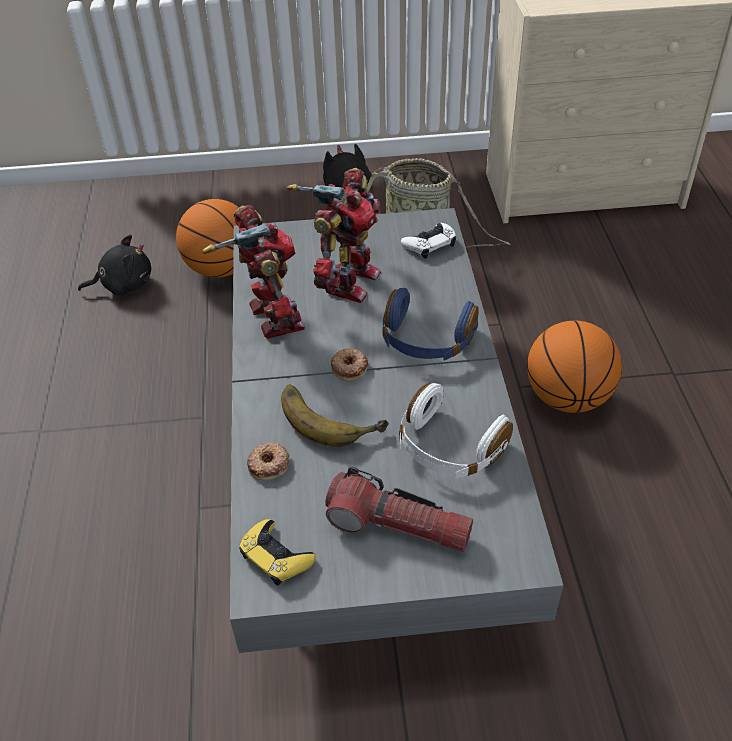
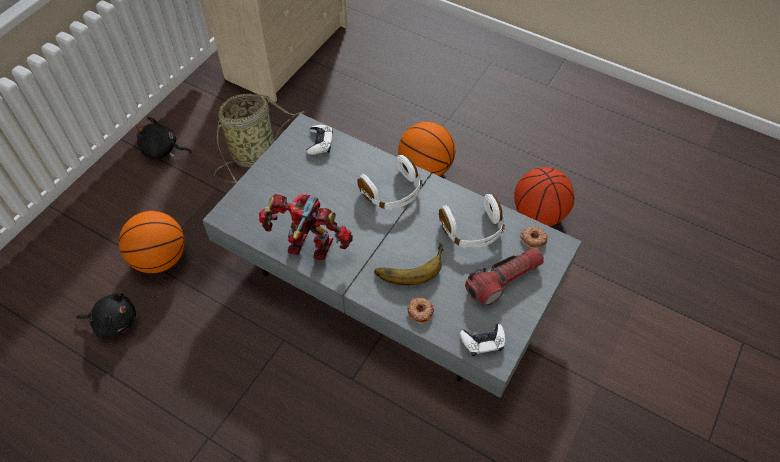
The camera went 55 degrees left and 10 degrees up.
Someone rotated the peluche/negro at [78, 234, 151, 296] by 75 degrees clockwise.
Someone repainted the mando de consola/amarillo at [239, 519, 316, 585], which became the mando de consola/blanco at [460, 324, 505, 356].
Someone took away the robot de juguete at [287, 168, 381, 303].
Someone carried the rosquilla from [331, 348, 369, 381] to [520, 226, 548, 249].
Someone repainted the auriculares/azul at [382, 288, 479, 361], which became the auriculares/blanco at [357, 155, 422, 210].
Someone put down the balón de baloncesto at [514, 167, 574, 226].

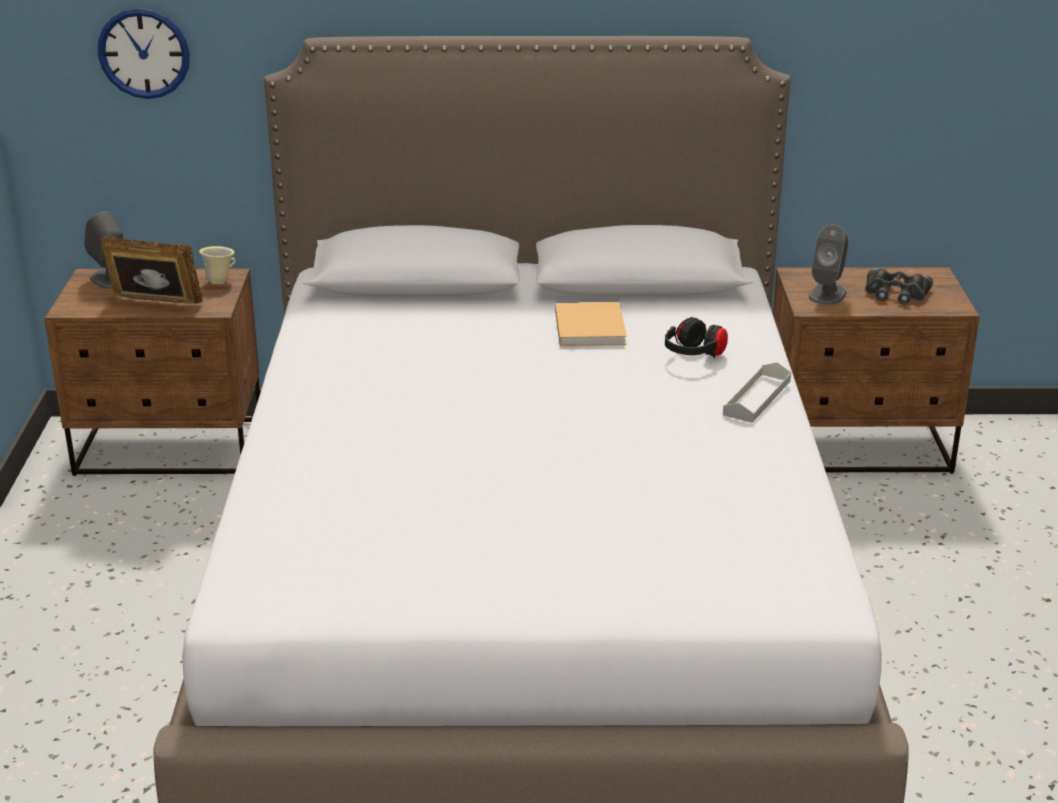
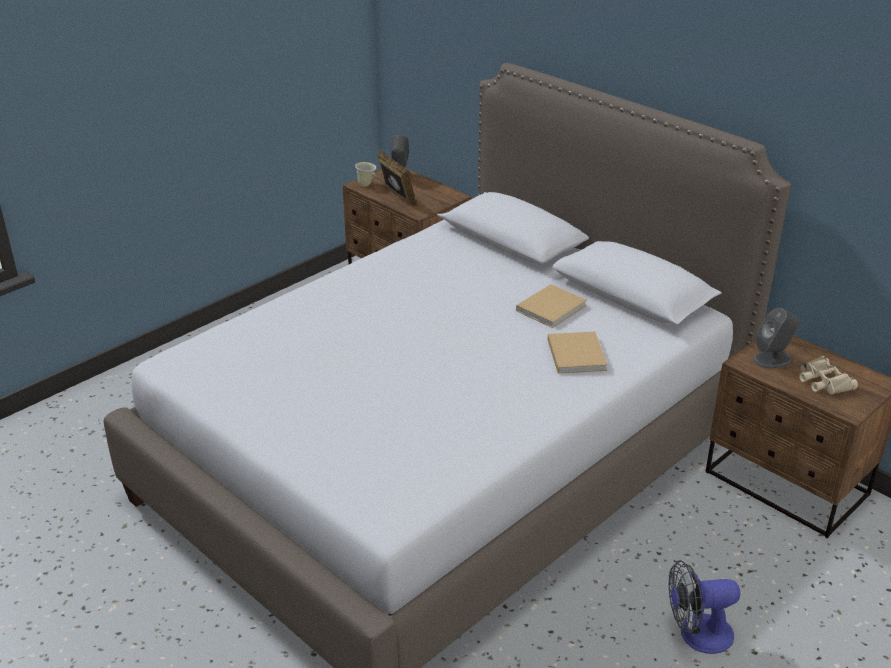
The camera went 45 degrees right and 5 degrees up.
Someone took away the reloj de pared at [98, 8, 190, 99].
Someone carried the taza grande/beis from [199, 246, 236, 284] to [355, 162, 376, 186].
Someone swapped the auriculares/negro at [665, 317, 728, 358] for the libro/beis at [548, 332, 608, 373].
Someone took away the bandeja/gris at [723, 362, 791, 423].
Someone repainted the prismáticos/negro at [865, 268, 933, 305], which became the prismáticos/beis at [799, 356, 858, 395].
Someone put down the ventilador at [669, 560, 740, 654].

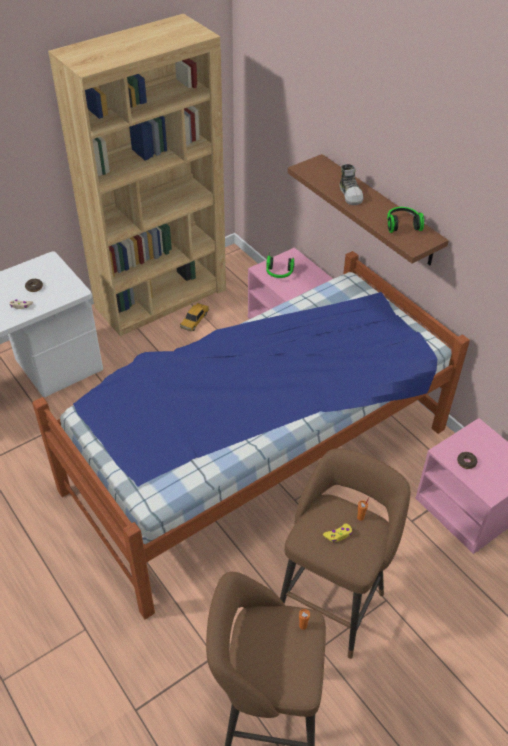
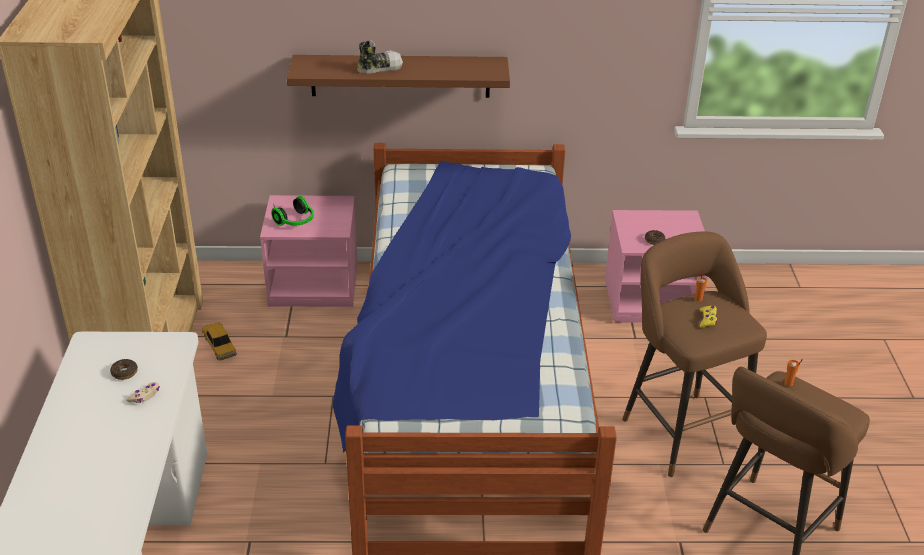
The camera went 55 degrees left and 10 degrees down.
Someone rotated the zapato at [339, 164, 364, 205] by 45 degrees counterclockwise.
Someone took away the auriculares at [387, 207, 424, 233].

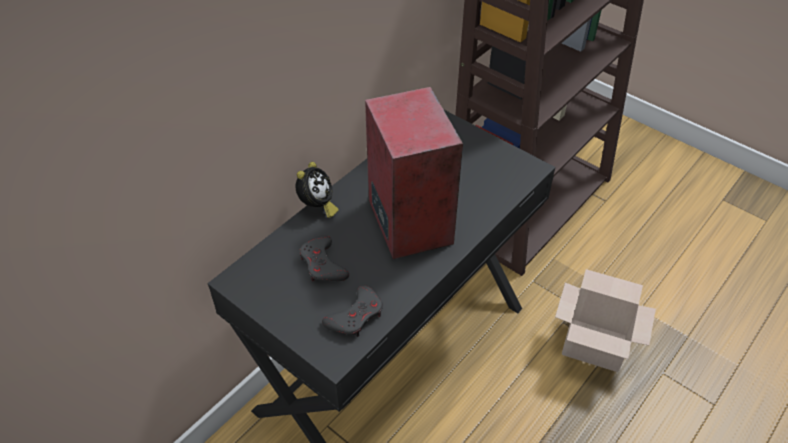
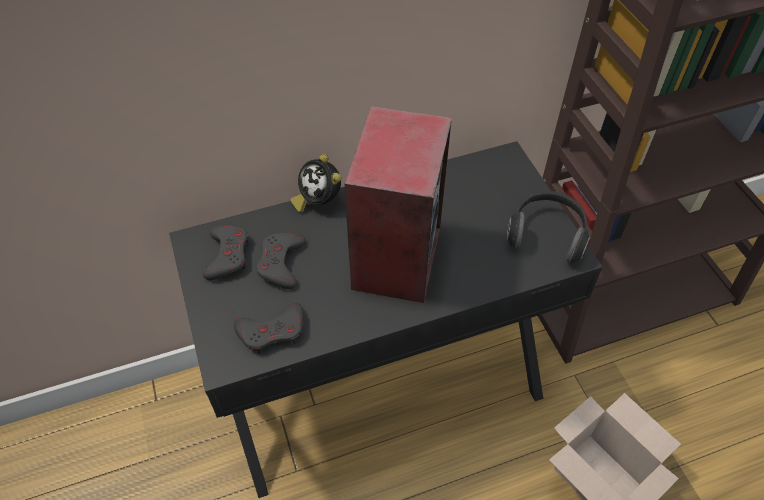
The camera went 30 degrees right and 5 degrees up.
Someone rotated the despertador at [296, 162, 339, 218] by 90 degrees clockwise.
Someone put down the mando de consola/gris at [203, 224, 249, 280].
Someone put down the auriculares at [507, 191, 590, 264].

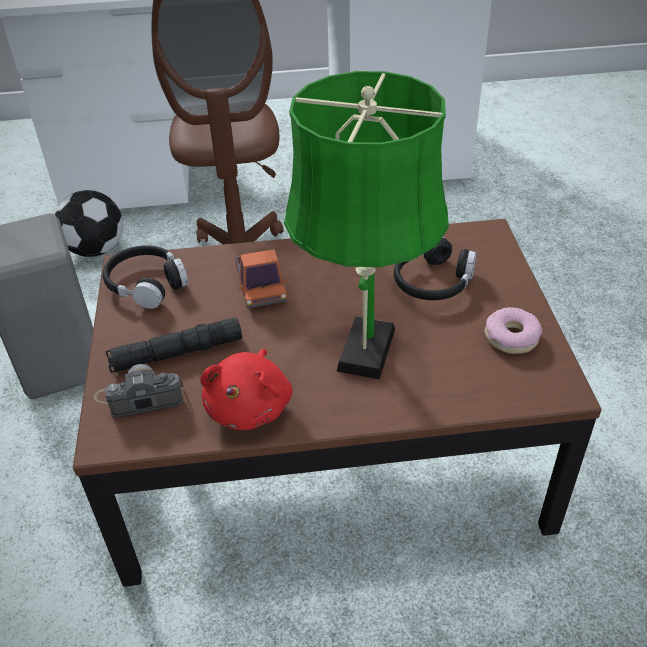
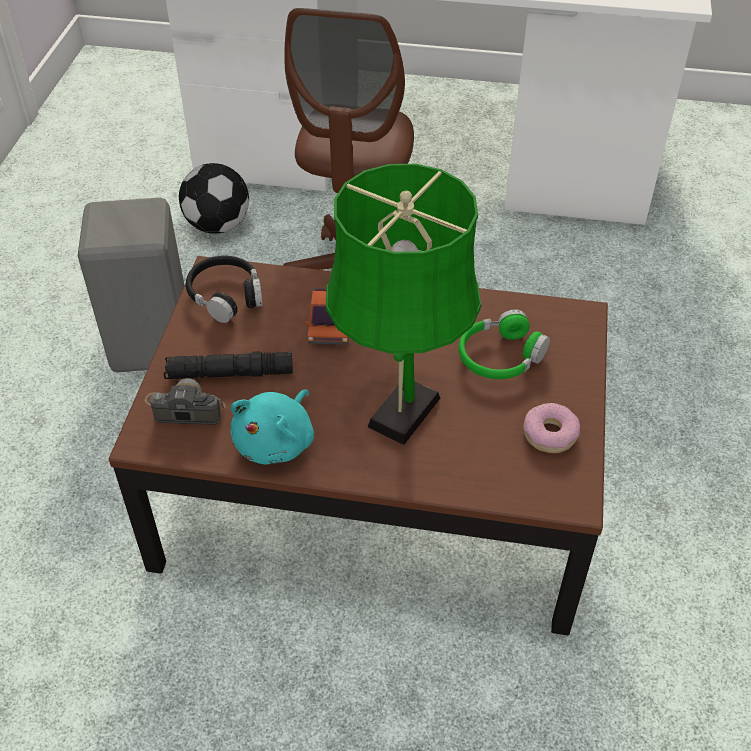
The camera went 15 degrees right and 5 degrees up.
Someone repainted the peluche/rojo at [200, 349, 293, 430], which became the peluche/turquesa at [230, 389, 314, 464].
Someone repainted the auriculares/negro at [394, 236, 477, 300], which became the auriculares/verde at [458, 309, 550, 379].

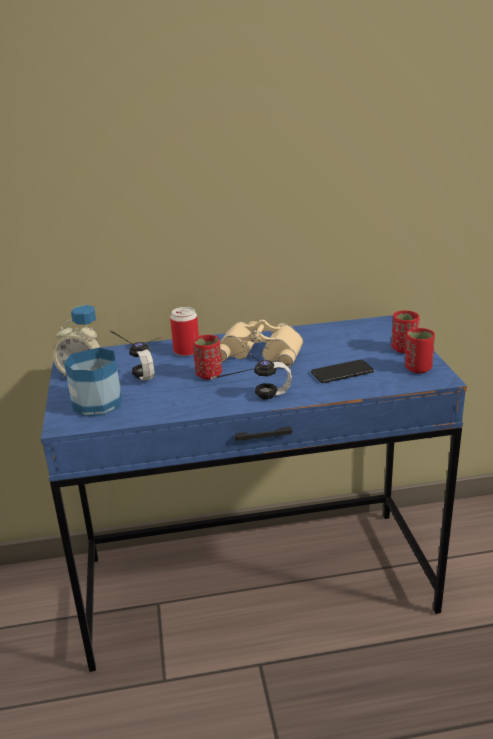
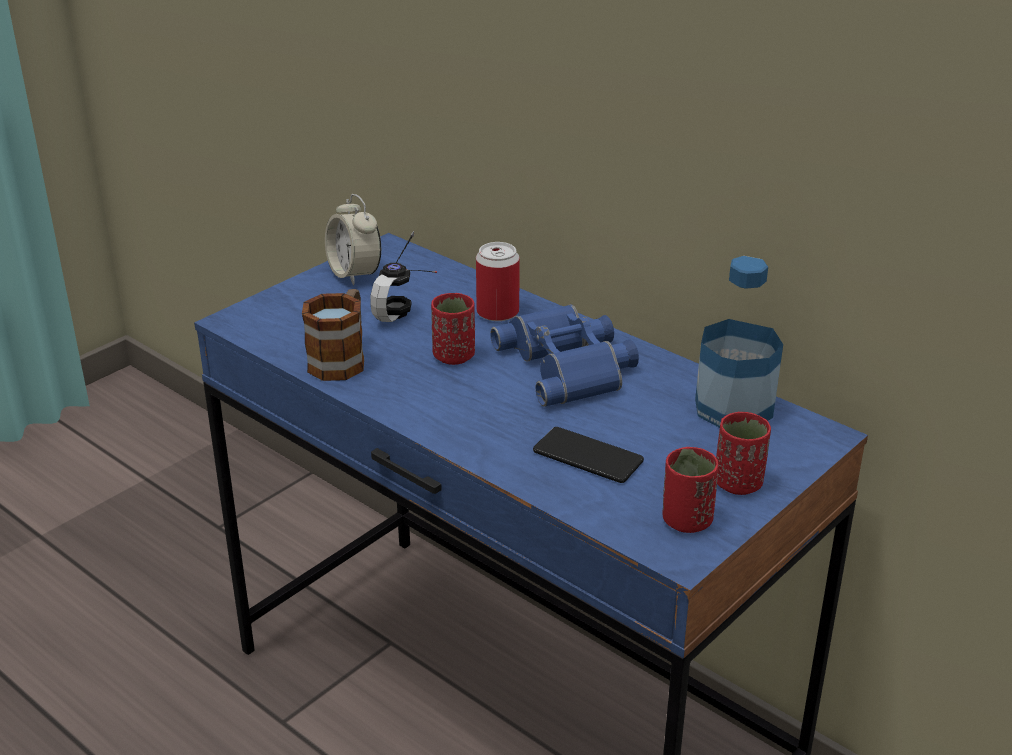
The camera went 50 degrees right and 5 degrees up.
Someone carried the botella from [64, 305, 122, 417] to [695, 256, 783, 428].
Someone took away the auriculares at [211, 354, 292, 400].
Someone repainted the prismáticos/beis at [220, 319, 303, 368], which became the prismáticos/azul at [491, 304, 639, 407].
Someone put down the taza grande at [302, 289, 364, 381].

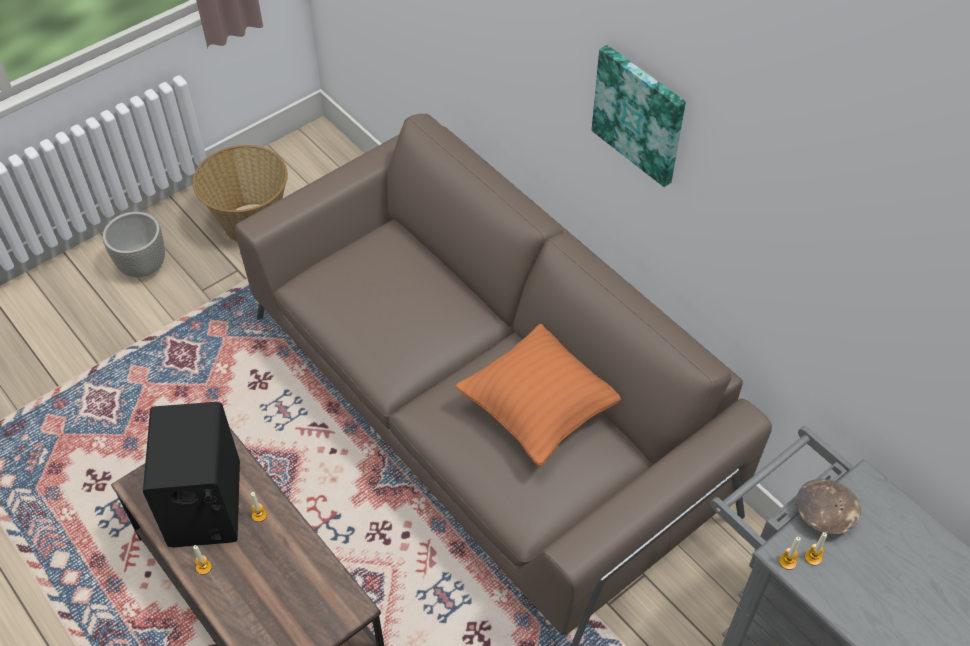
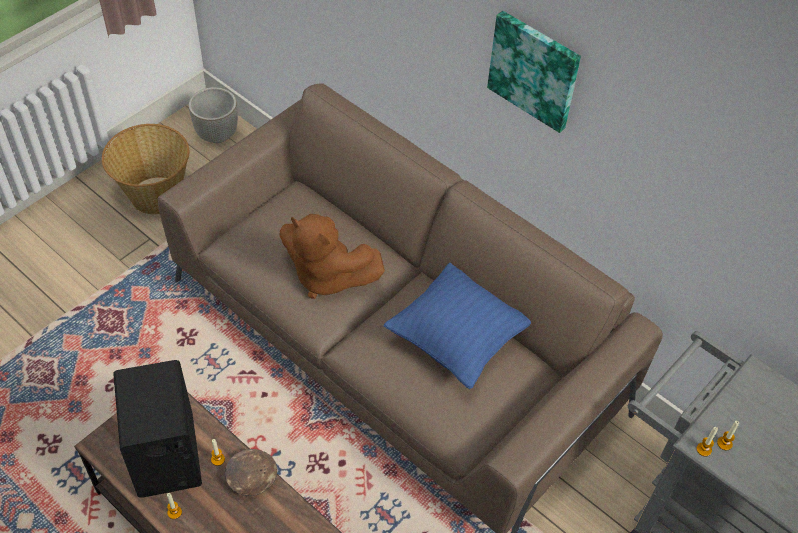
The camera went 10 degrees left and 0 degrees up.
Someone carried the maceta/gris from [103, 212, 165, 277] to [189, 87, 238, 143].
Someone repainted the cojín/naranja at [455, 324, 621, 466], which became the cojín/azul at [383, 263, 531, 389].
Someone carried the cuenco/marrón from [796, 479, 861, 535] to [225, 449, 277, 496].
Someone put down the peluche/marrón at [279, 214, 385, 299].

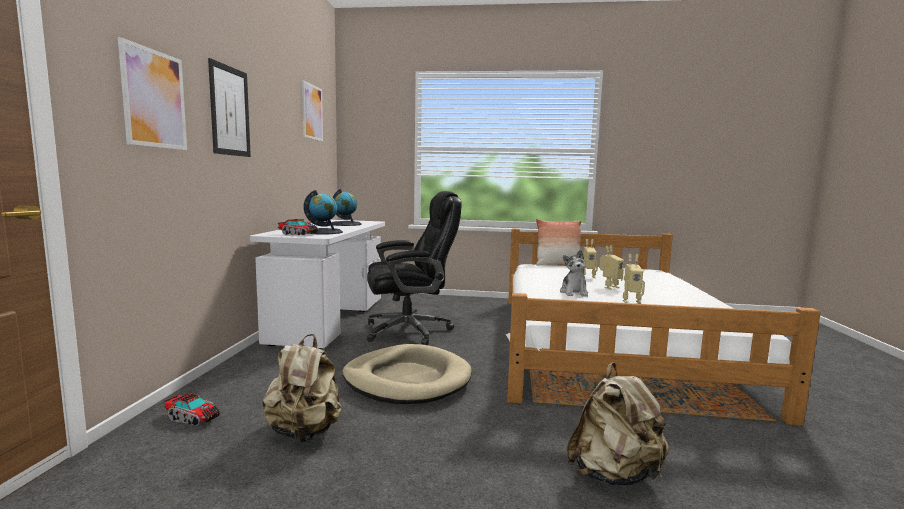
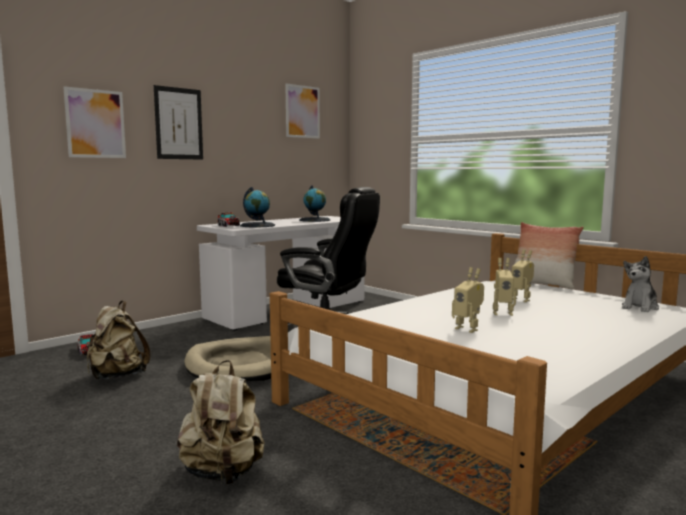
The camera went 40 degrees right and 0 degrees up.
Someone carried the peluche from [560, 250, 588, 297] to [622, 256, 659, 312].

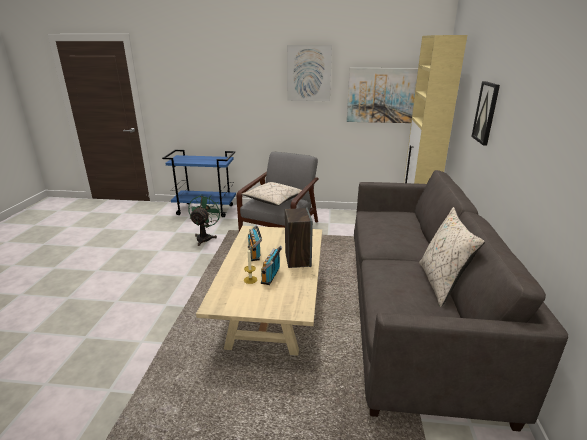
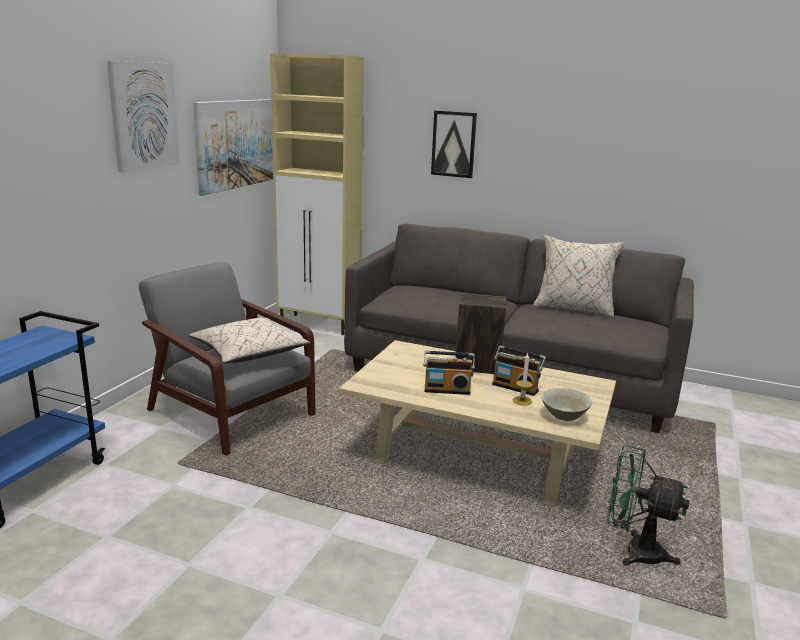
The camera went 75 degrees left and 5 degrees down.
Someone carried the ventilador/verde from [188, 194, 222, 246] to [606, 445, 690, 566].
Someone put down the cuenco/beis at [542, 388, 592, 421].

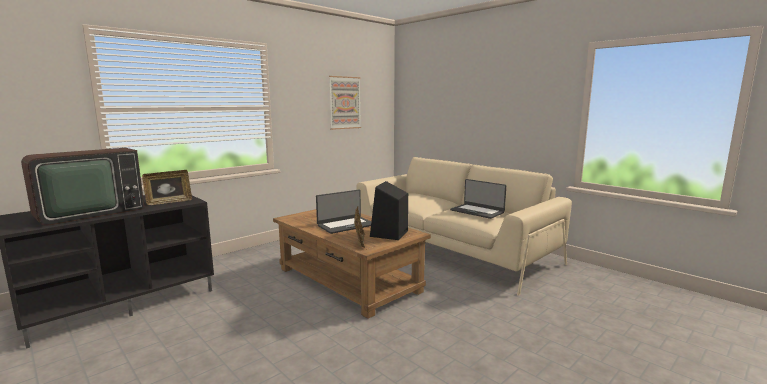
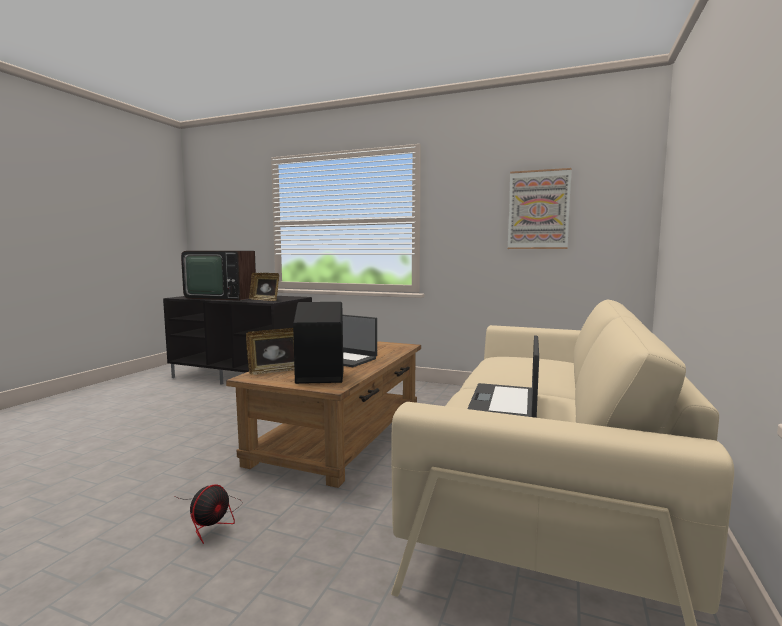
The camera went 65 degrees right and 5 degrees down.
Someone put down the ventilador at [174, 484, 243, 544].

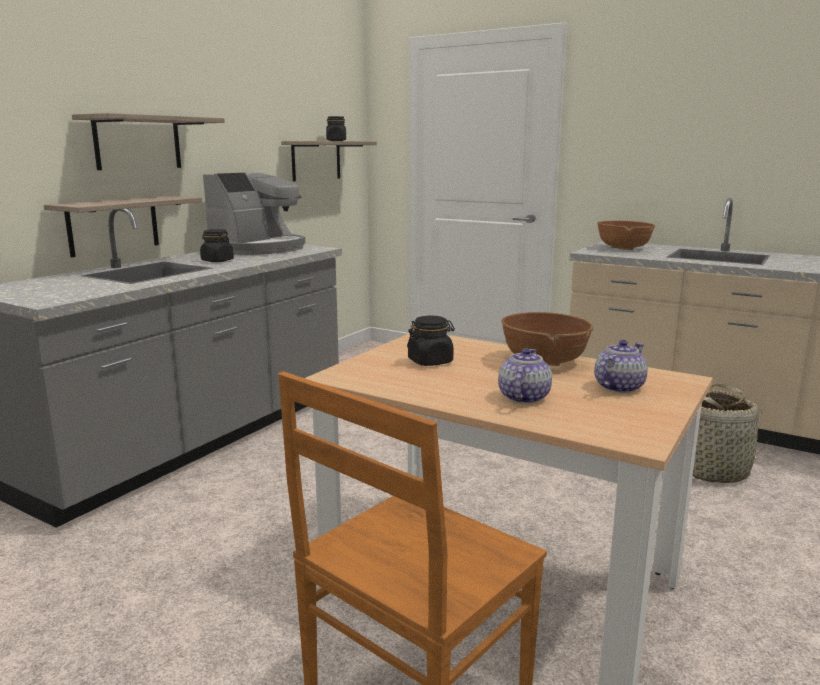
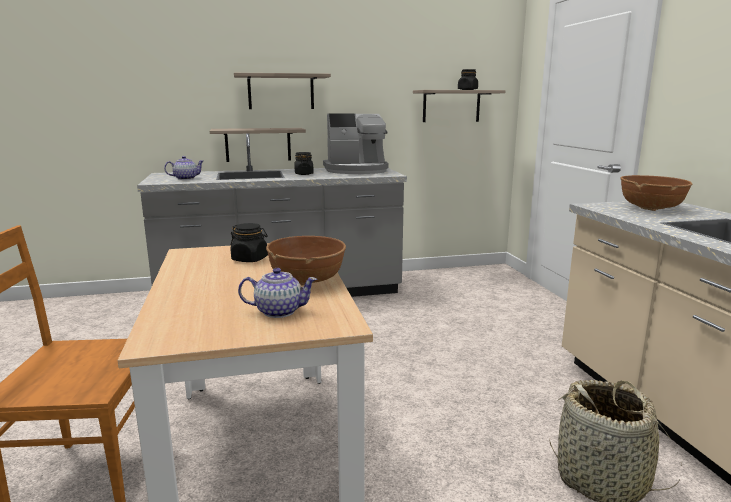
The camera went 45 degrees right and 0 degrees up.
Someone carried the tetera from [498, 348, 552, 404] to [164, 156, 203, 180].

